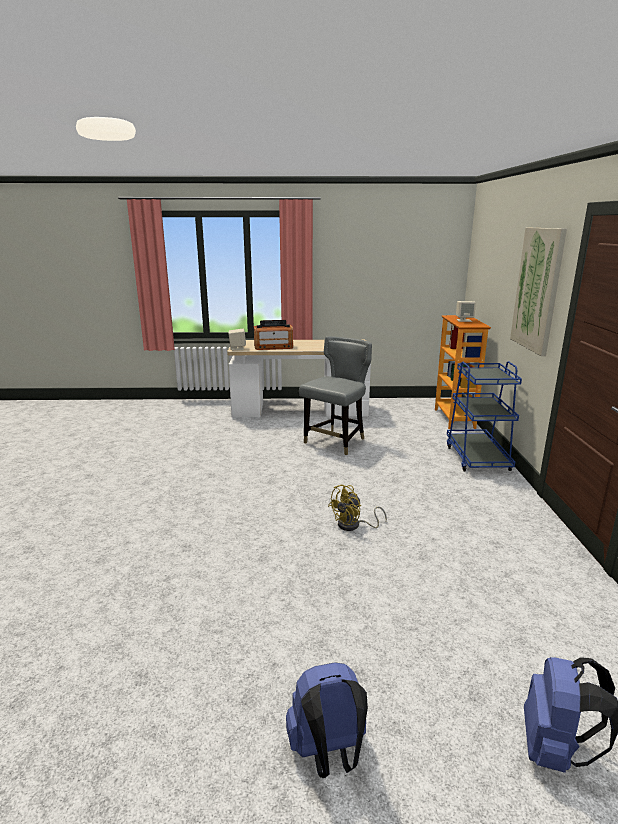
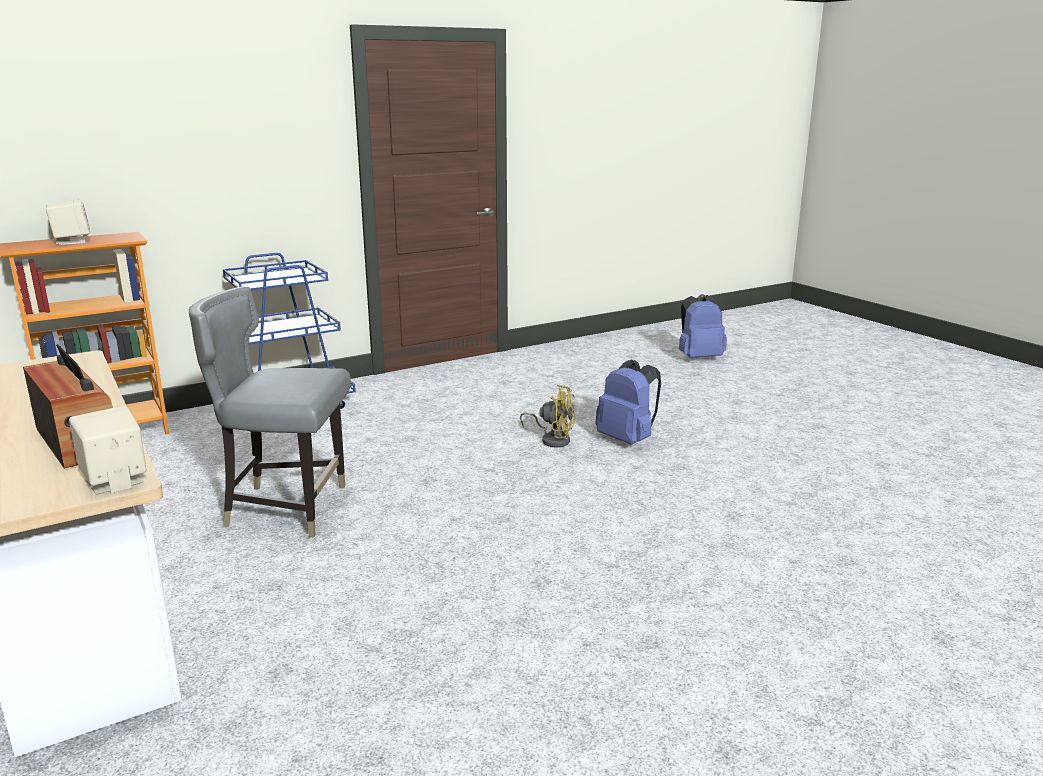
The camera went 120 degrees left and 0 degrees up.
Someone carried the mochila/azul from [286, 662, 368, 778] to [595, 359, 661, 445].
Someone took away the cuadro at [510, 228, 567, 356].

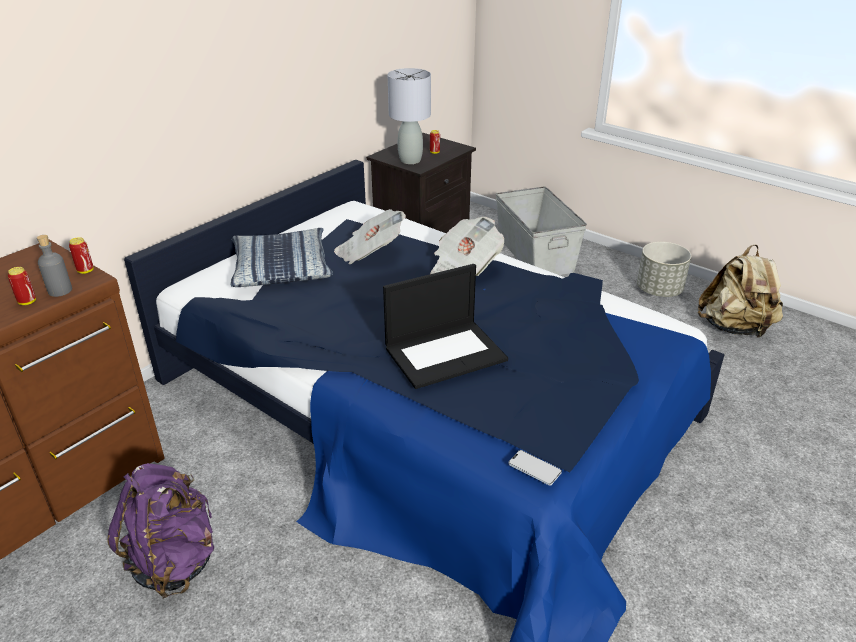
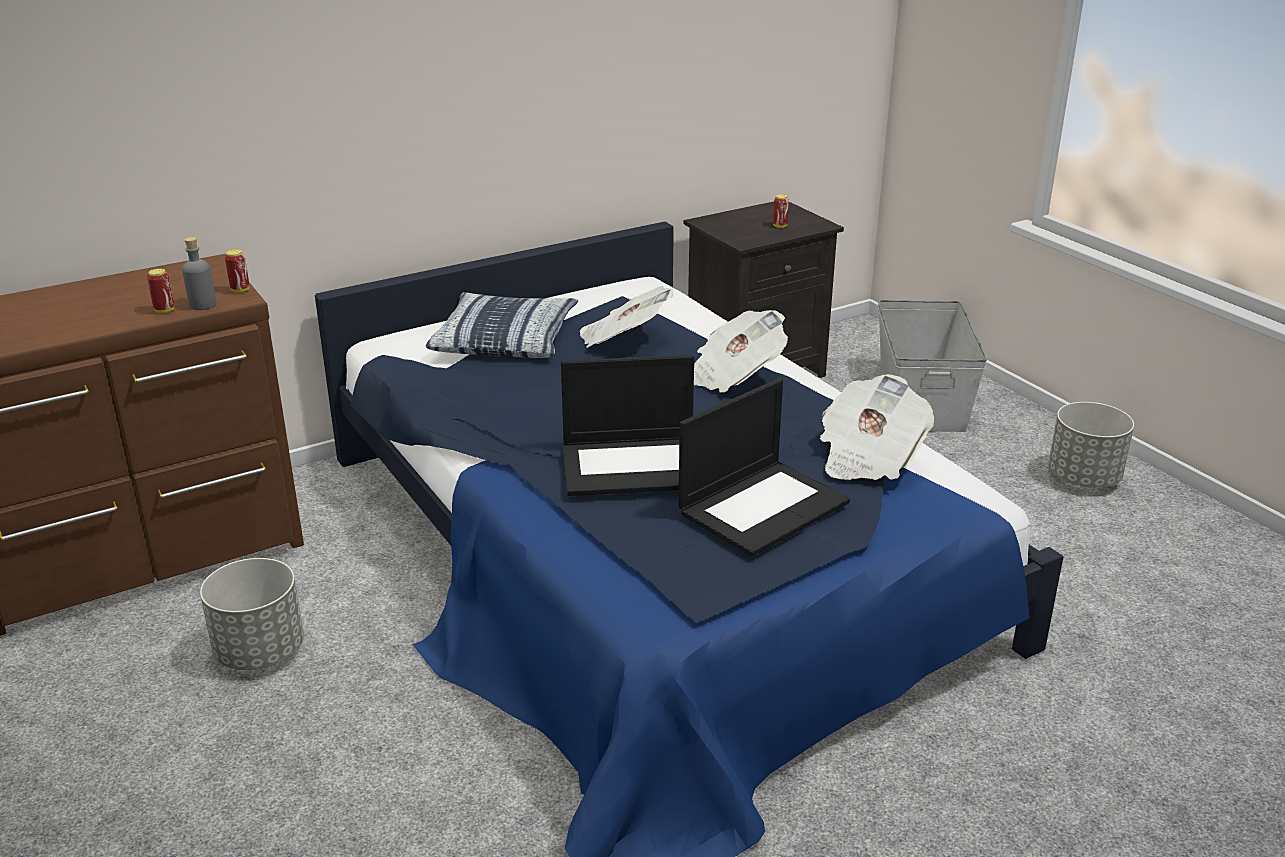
The camera went 20 degrees right and 5 degrees down.
Someone swapped the mochila/morado at [107, 463, 214, 598] for the maceta/gris at [200, 558, 304, 670].
Someone took away the lámpara de mesa/gris at [388, 68, 431, 164].
Someone took away the móvil at [508, 450, 562, 486].
Someone took away the mochila/beis at [698, 244, 783, 338].
Someone put down the portátil at [678, 378, 850, 556].
Someone put down the periódico at [820, 374, 934, 480].

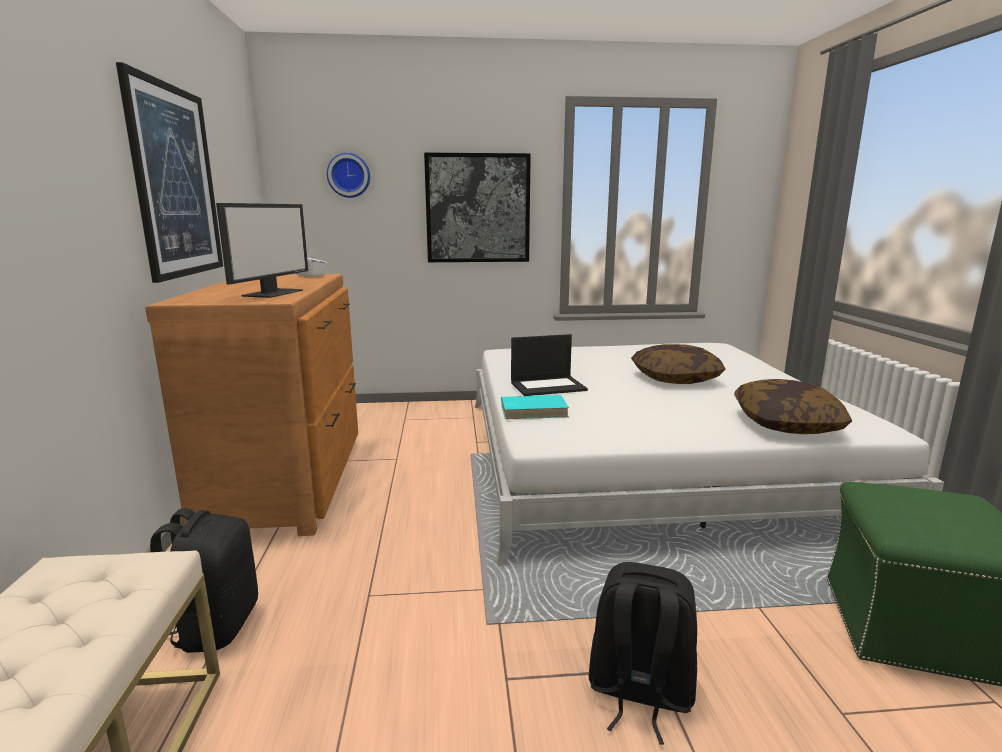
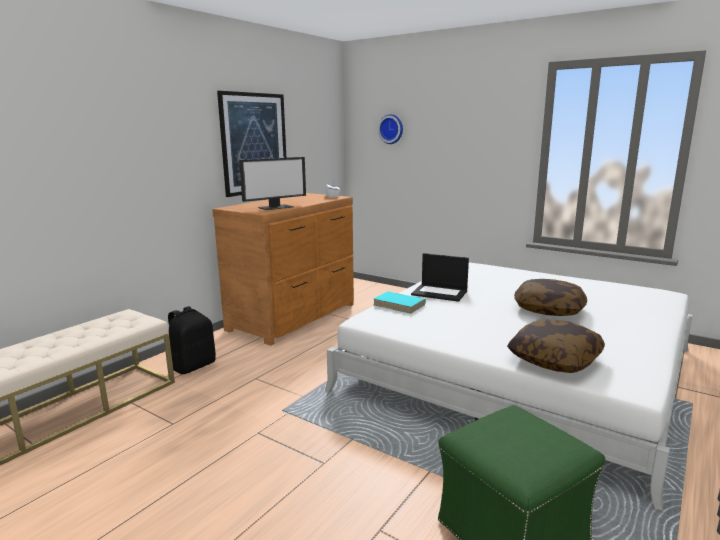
The camera went 40 degrees right and 0 degrees up.
Someone took away the cuadro at [424, 152, 531, 262].
Someone took away the mochila/negro at [589, 562, 697, 745].

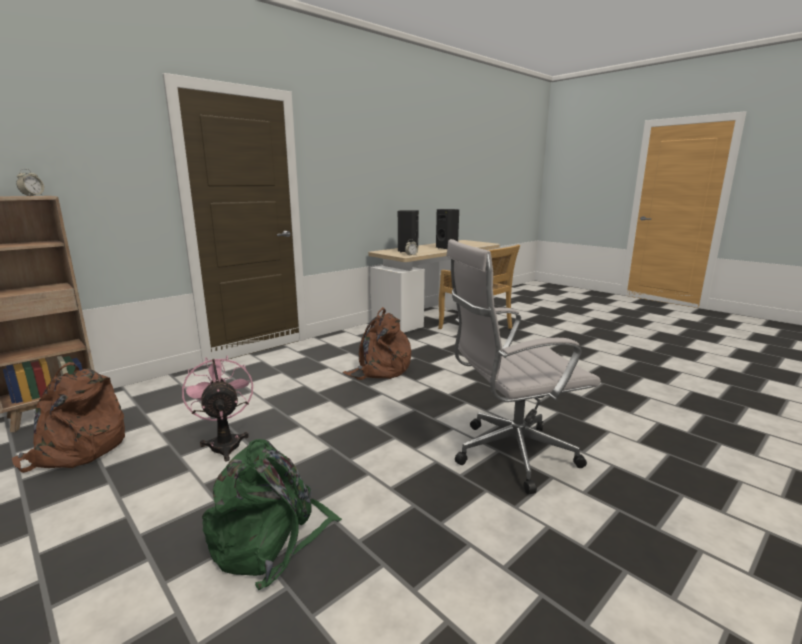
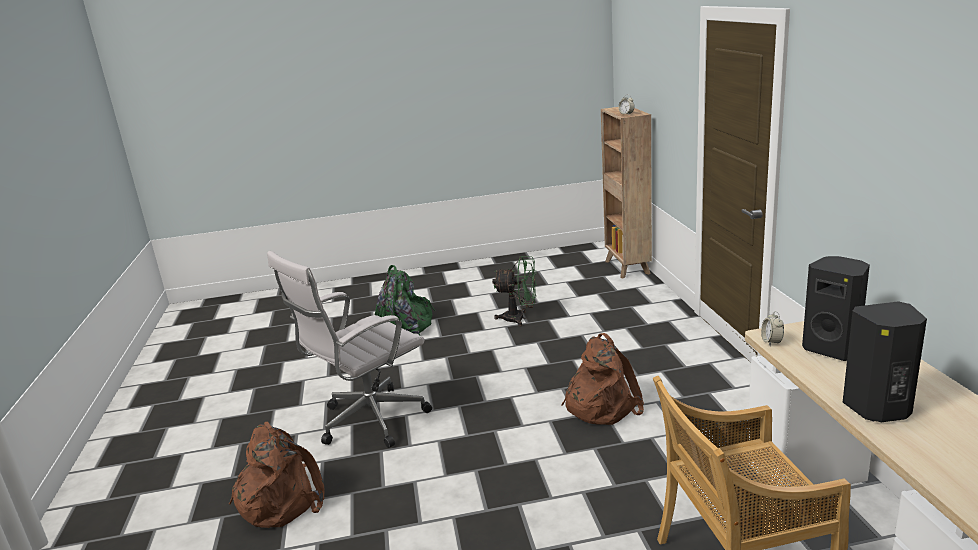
The camera went 125 degrees right and 5 degrees up.
Someone carried the mochila/marrón from [12, 362, 125, 473] to [229, 422, 325, 528].
Someone repainted the ventilador/rosa at [182, 355, 253, 462], which became the ventilador/verde at [492, 256, 537, 326].
Someone rotated the silla de oficina/blanco at [446, 239, 601, 494] by 150 degrees counterclockwise.

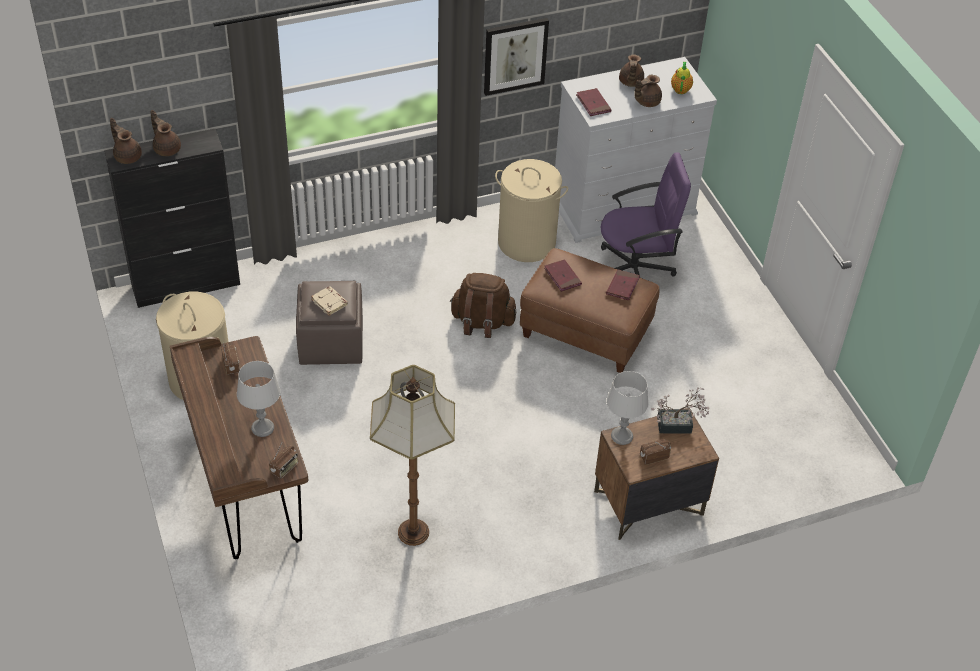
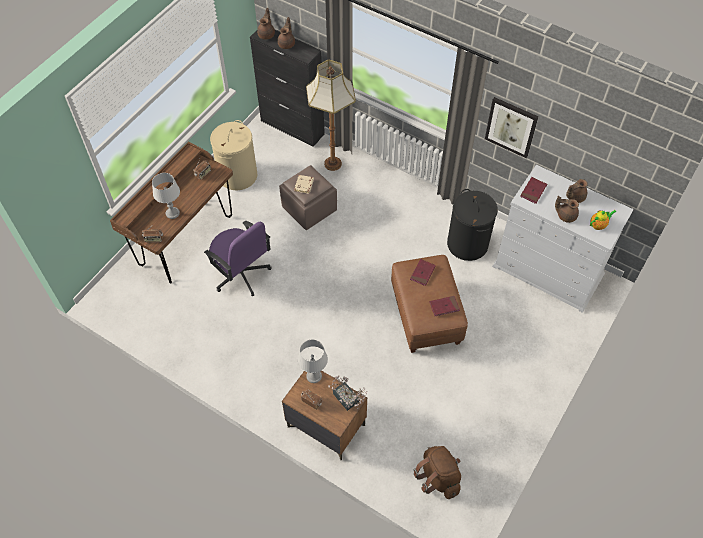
The camera went 55 degrees right and 10 degrees up.
Someone carried the lámpara de pie from [370, 365, 455, 546] to [306, 60, 356, 171].
Someone carried the mochila/marrón from [450, 273, 516, 338] to [414, 446, 461, 499].
Someone repainted the cesto de la ropa/beis at [495, 159, 568, 262], which became the cesto de la ropa/negro at [447, 189, 498, 261].
Someone carried the silla de oficina/morado from [600, 152, 691, 277] to [204, 221, 271, 296].

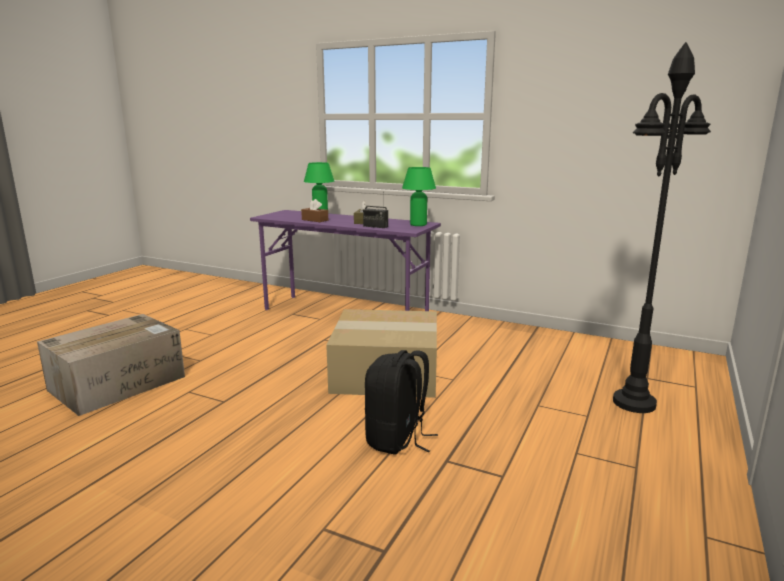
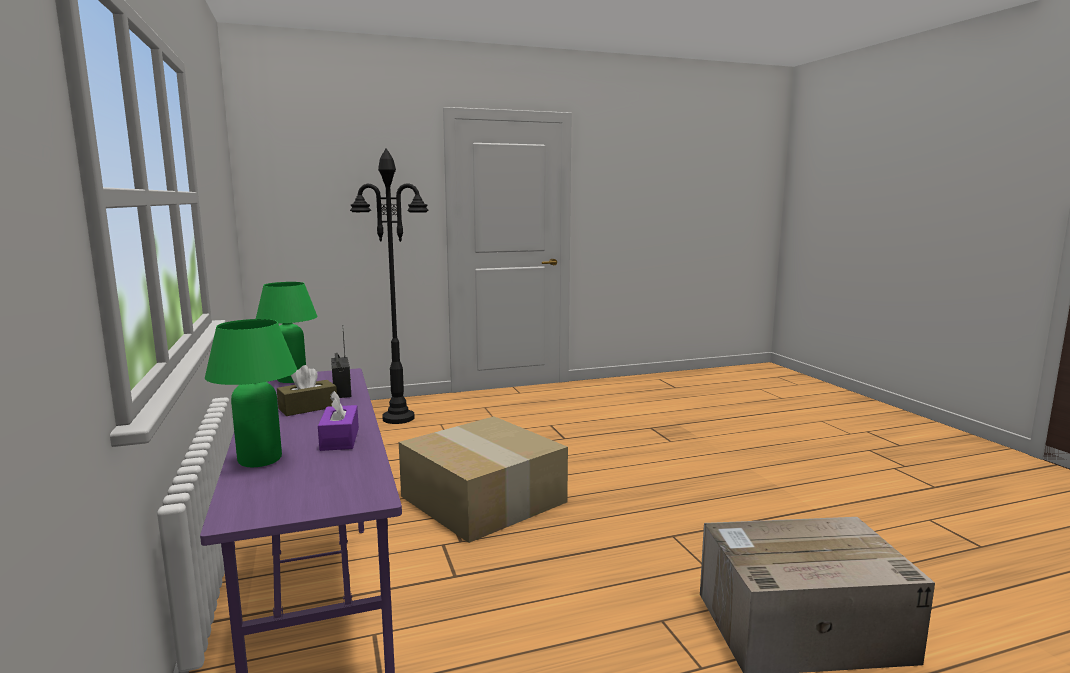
The camera went 135 degrees left and 5 degrees down.
Someone repainted the caja de pañuelos/marrón at [301, 199, 328, 222], which became the caja de pañuelos/morado at [318, 391, 359, 451].
Someone took away the mochila/negro at [365, 350, 438, 455].

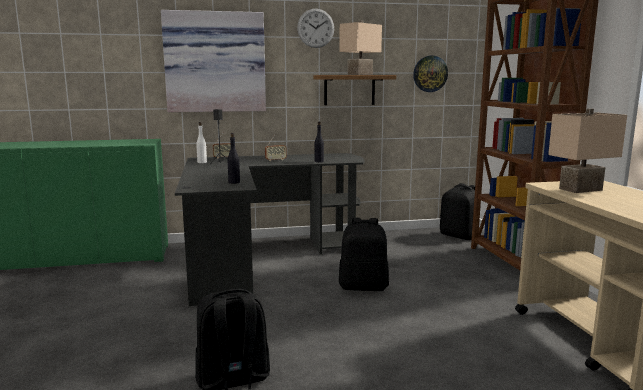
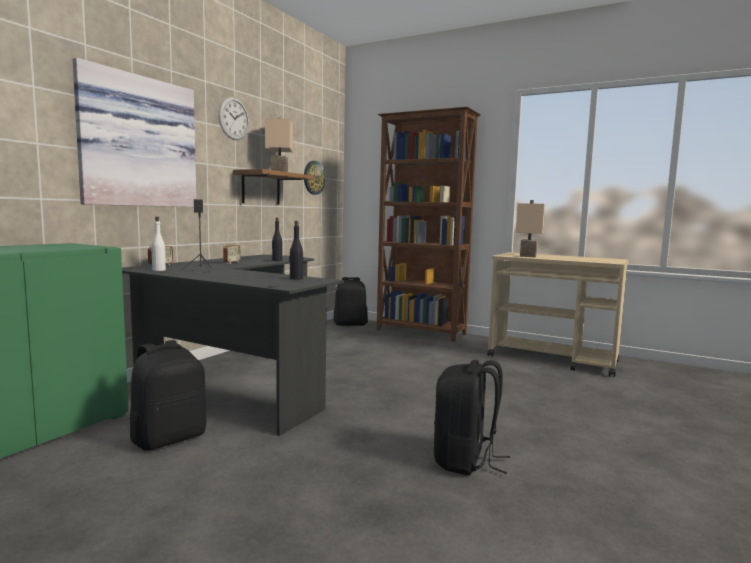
The camera went 50 degrees left and 5 degrees down.
Someone carried the mochila/negro from [339, 217, 389, 291] to [130, 340, 206, 451].

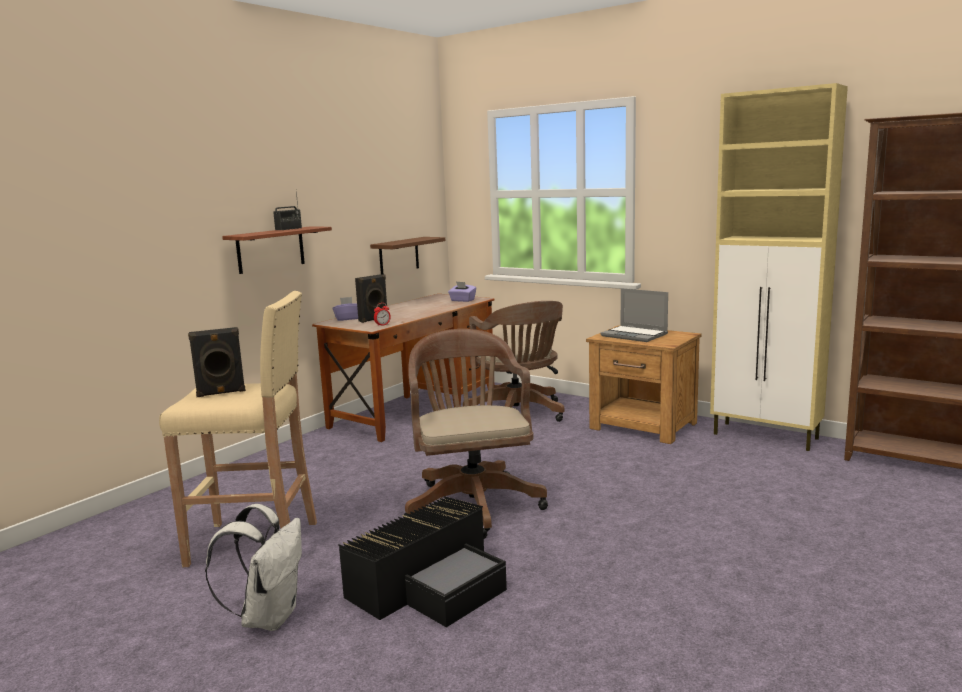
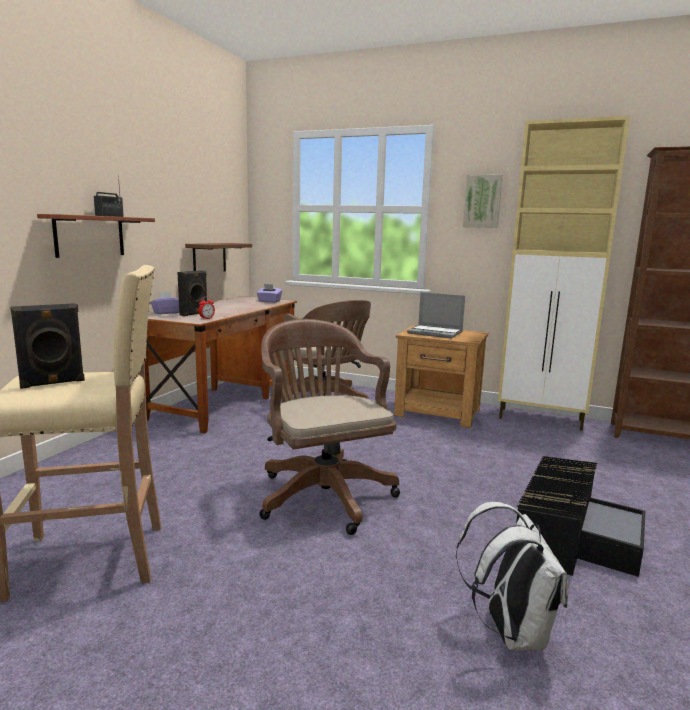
The camera went 15 degrees left and 0 degrees up.
Someone carried the mochila/blanco from [205, 504, 302, 631] to [456, 502, 568, 651].
Someone carried the caja de almacenaje/negro from [338, 496, 507, 627] to [516, 456, 645, 577].
Someone put up the cuadro at [463, 175, 503, 228].

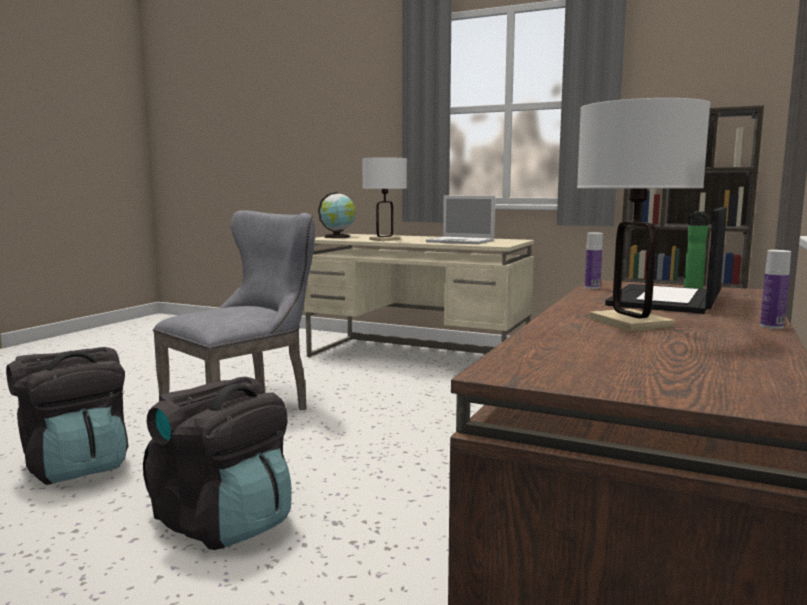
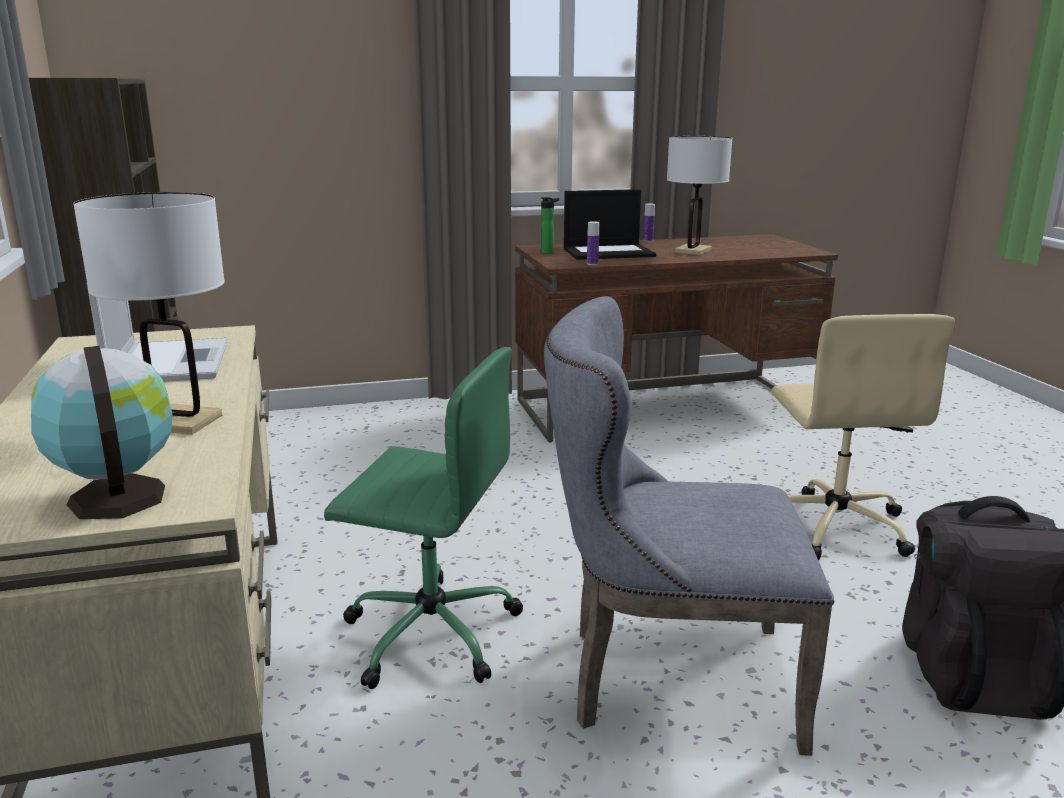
The camera went 130 degrees left and 10 degrees up.
Someone swapped the mochila/negro at [143, 377, 292, 550] for the silla de oficina/beis at [771, 314, 955, 560].
Someone put down the silla de oficina/verde at [324, 347, 523, 689].

